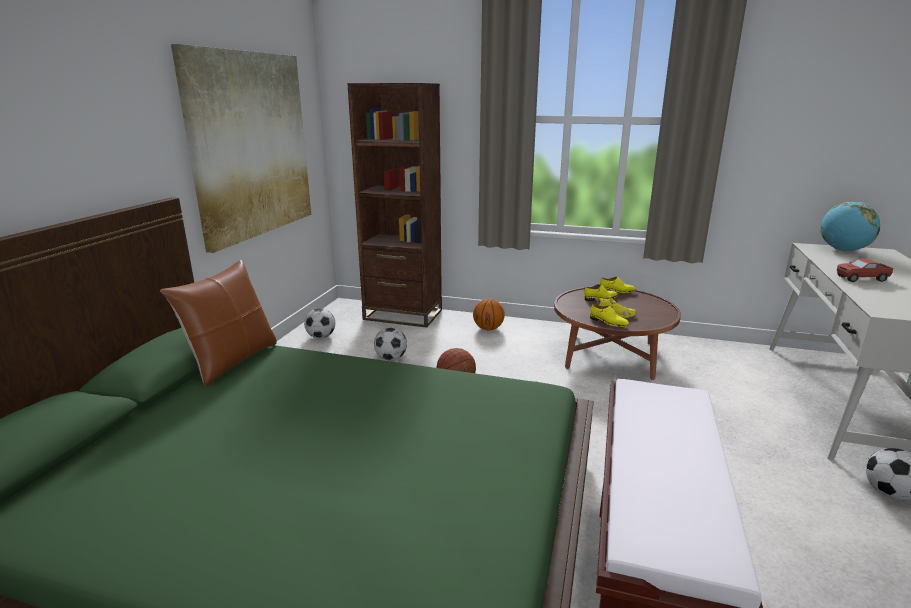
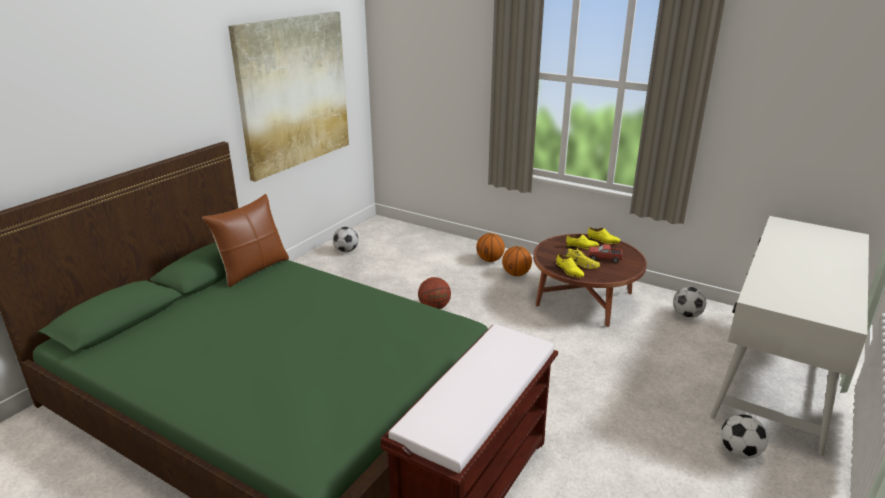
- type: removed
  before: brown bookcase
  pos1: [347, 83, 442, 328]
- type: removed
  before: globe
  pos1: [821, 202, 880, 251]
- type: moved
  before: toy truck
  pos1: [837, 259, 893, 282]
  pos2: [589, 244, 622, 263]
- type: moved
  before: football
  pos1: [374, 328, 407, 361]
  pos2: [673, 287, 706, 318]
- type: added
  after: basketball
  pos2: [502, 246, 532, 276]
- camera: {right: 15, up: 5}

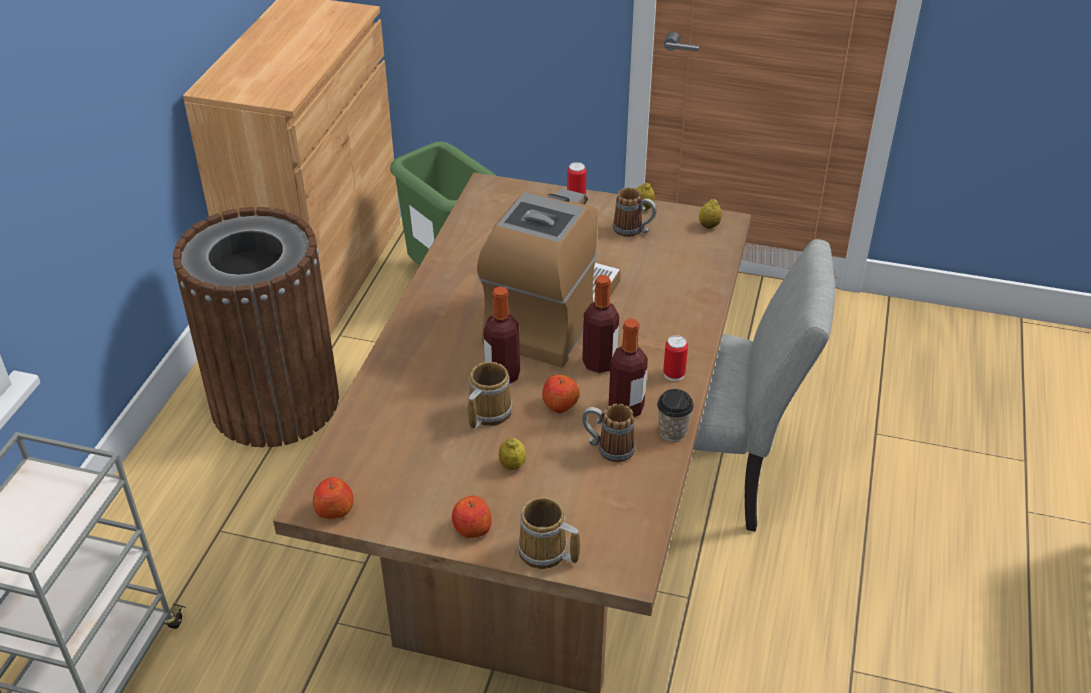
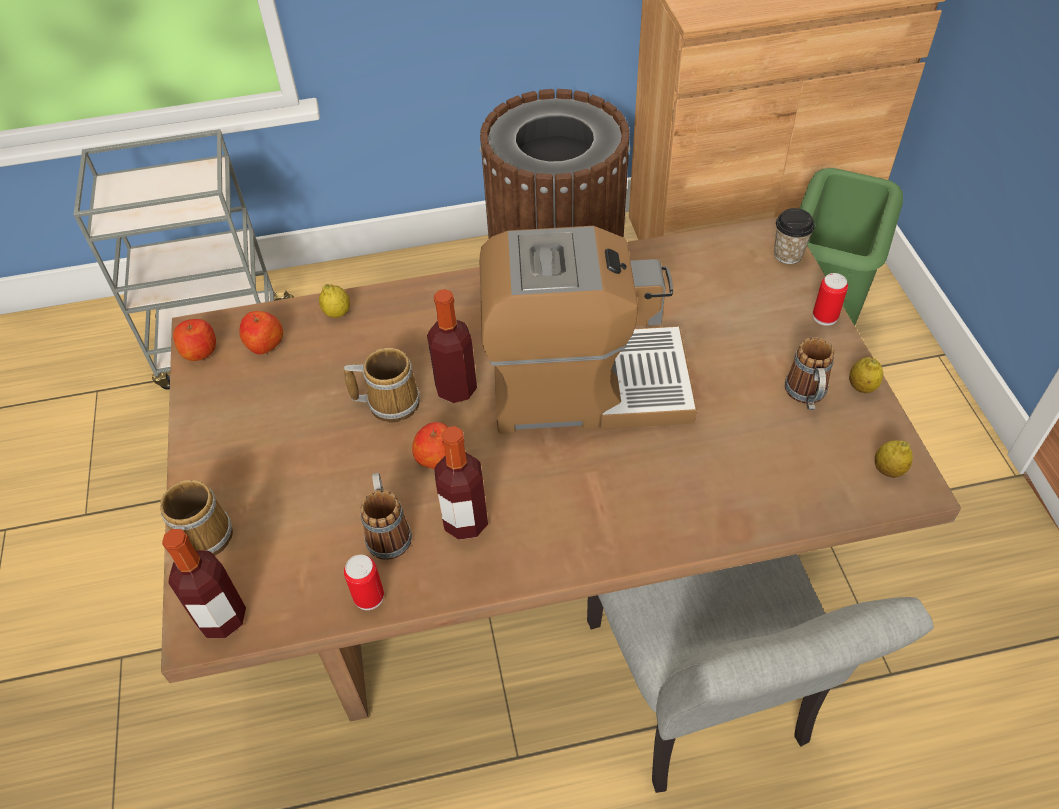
- type: moved
  before: bottle
  pos1: [582, 275, 619, 373]
  pos2: [162, 529, 246, 638]
- type: moved
  before: can
  pos1: [663, 335, 688, 381]
  pos2: [344, 555, 384, 610]
- type: moved
  before: cup
  pos1: [657, 389, 694, 441]
  pos2: [774, 208, 815, 264]
- type: moved
  before: lemon
  pos1: [499, 438, 526, 470]
  pos2: [319, 284, 350, 318]
- type: moved
  before: apple
  pos1: [452, 496, 491, 538]
  pos2: [239, 311, 283, 354]
- camera: {right: 65, up: 10}

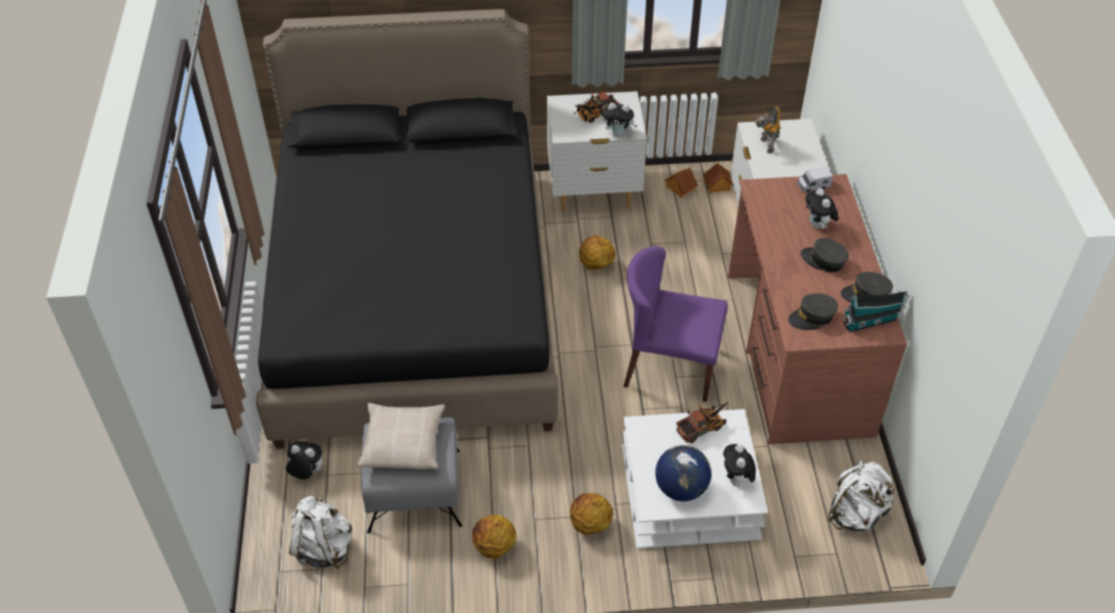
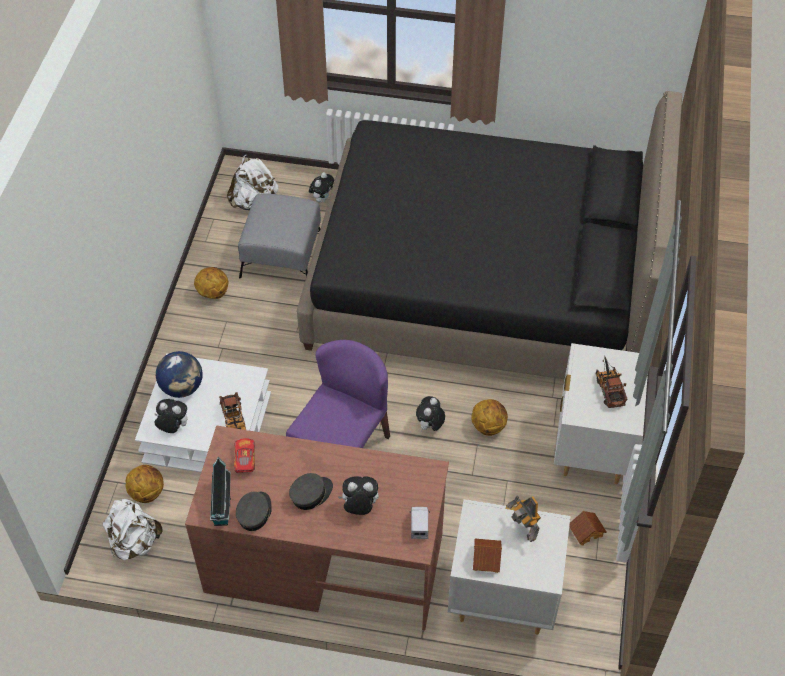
- type: moved
  before: plush toy
  pos1: [603, 103, 638, 137]
  pos2: [416, 396, 445, 432]
- type: turned
  before: toy robot
  pos1: [755, 106, 781, 154]
  pos2: [507, 496, 541, 542]
  turn: -120
- type: moved
  before: toy house
  pos1: [703, 163, 733, 193]
  pos2: [473, 539, 502, 573]
- type: replaced
  before: grey cap
  after: toy car
  pos1: [788, 293, 838, 330]
  pos2: [234, 438, 255, 473]
- type: removed
  before: beige pillow
  pos1: [357, 403, 445, 469]
- type: moved
  before: basketball
  pos1: [570, 493, 613, 535]
  pos2: [125, 465, 164, 503]
- camera: {right: 105, up: 5}

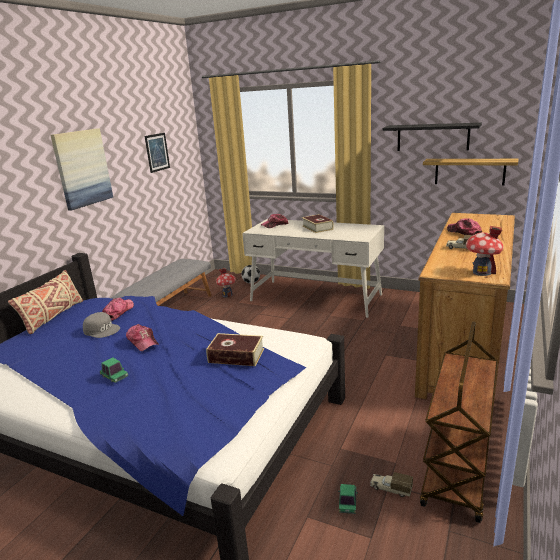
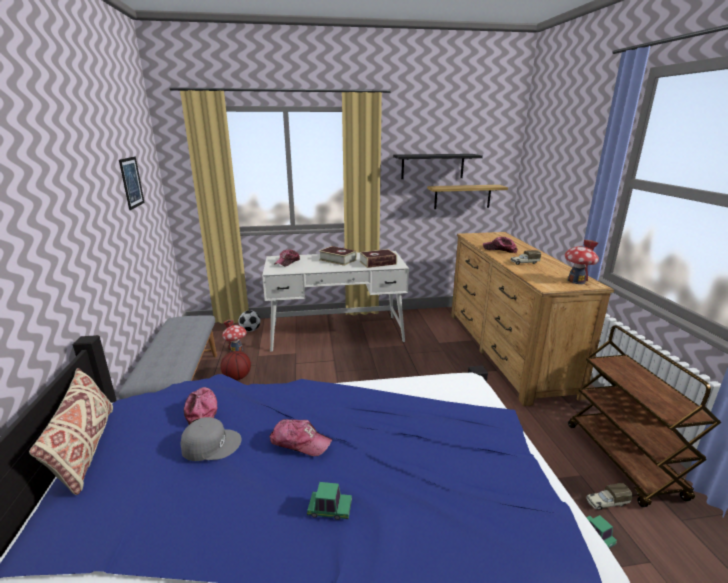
- type: removed
  before: picture
  pos1: [51, 128, 113, 211]
- type: moved
  before: book
  pos1: [206, 333, 264, 366]
  pos2: [360, 249, 397, 268]
- type: added
  after: basketball
  pos2: [220, 351, 251, 380]
- camera: {right: -35, up: 0}

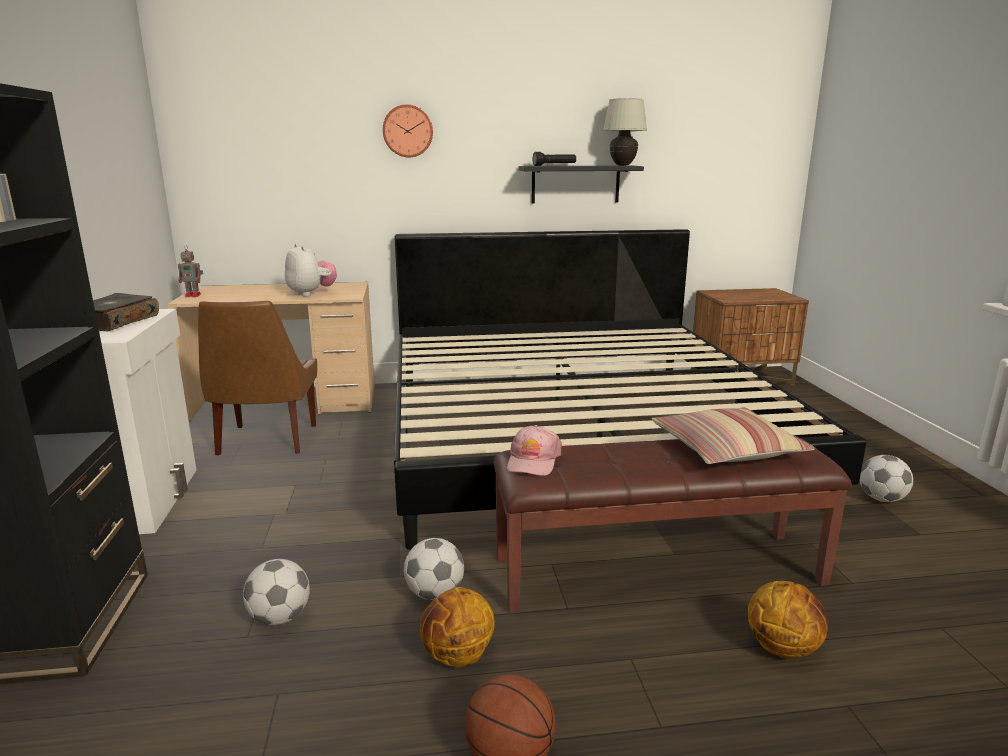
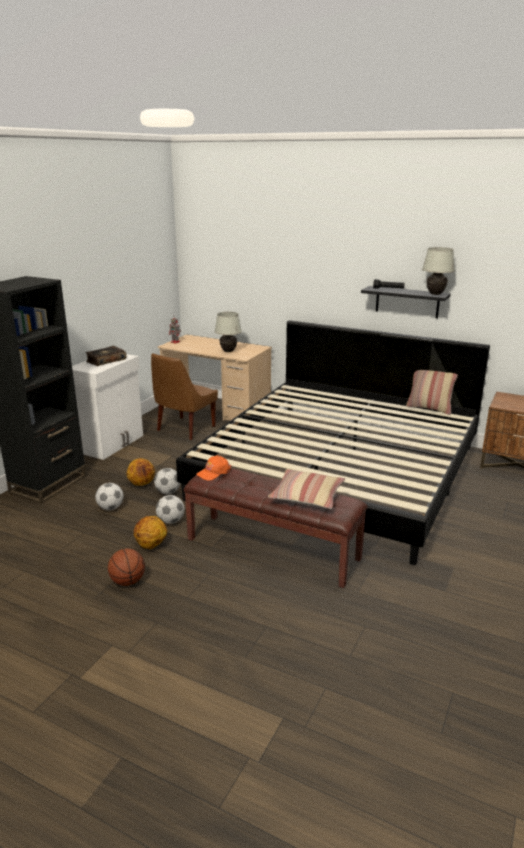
- type: removed
  before: wall clock
  pos1: [383, 104, 433, 157]
- type: replaced
  before: plush toy
  after: white table lamp
  pos1: [285, 244, 337, 296]
  pos2: [215, 312, 242, 352]
- type: recoloured
  before: pink cap
  after: orange cap
  pos1: [507, 425, 562, 476]
  pos2: [196, 456, 231, 480]
- type: moved
  before: football
  pos1: [860, 455, 913, 502]
  pos2: [154, 468, 180, 494]
- type: moved
  before: basketball
  pos1: [748, 581, 828, 659]
  pos2: [127, 458, 155, 486]
- type: added
  after: pillow
  pos2: [406, 370, 458, 415]
- camera: {right: 35, up: 5}

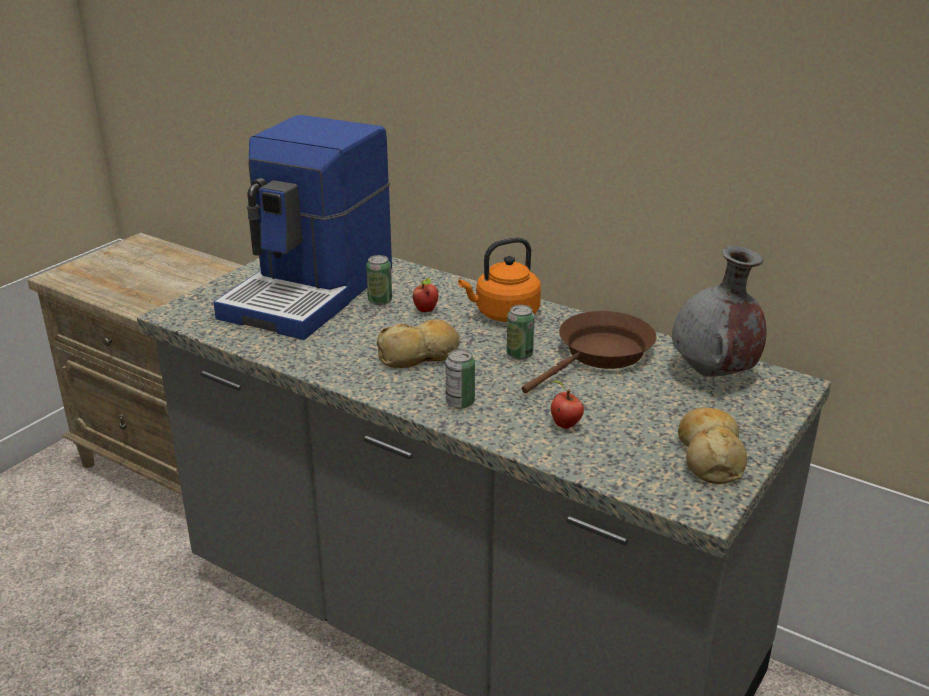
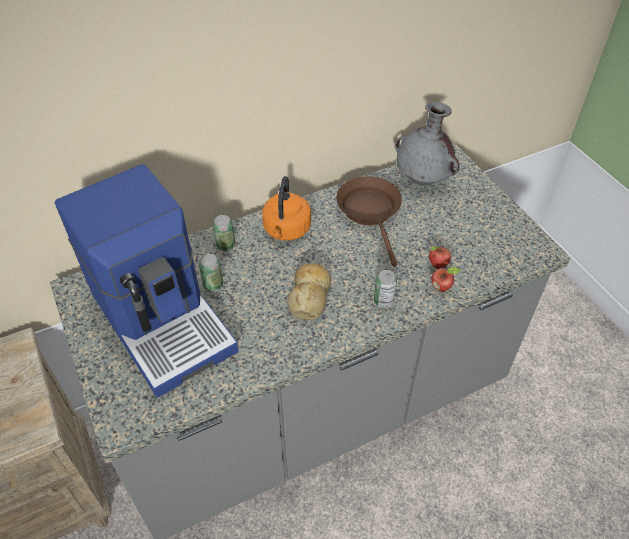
- type: moved
  before: apple
  pos1: [413, 277, 438, 312]
  pos2: [431, 267, 461, 292]
- type: moved
  before: can
  pos1: [506, 305, 535, 360]
  pos2: [213, 215, 235, 251]
- type: removed
  before: bread
  pos1: [678, 407, 747, 484]
- camera: {right: -60, up: 20}

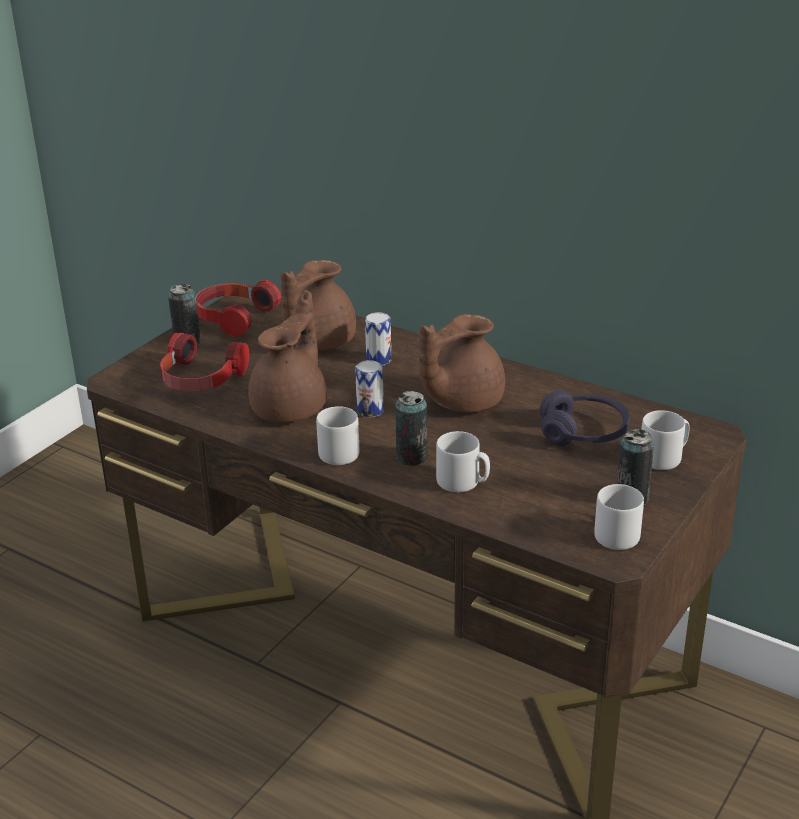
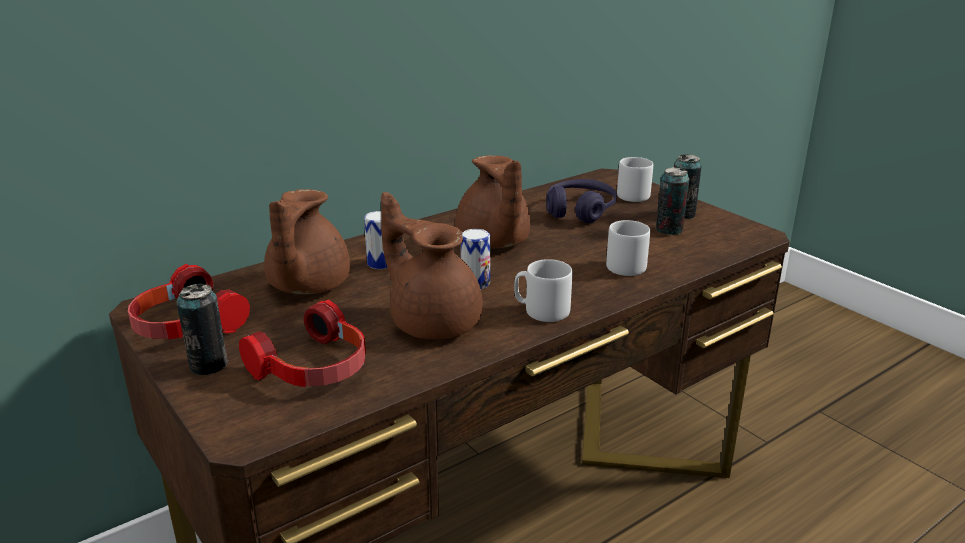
- type: turned
  before: brown teapot
  pos1: [281, 260, 356, 350]
  pos2: [264, 189, 350, 294]
  turn: 45
- type: moved
  before: can
  pos1: [395, 391, 427, 466]
  pos2: [655, 167, 689, 235]
- type: removed
  before: grey mug
  pos1: [594, 484, 644, 550]
- camera: {right: -70, up: -5}

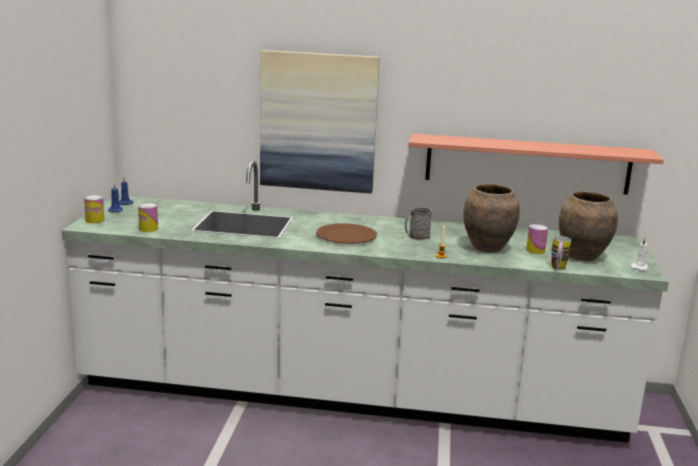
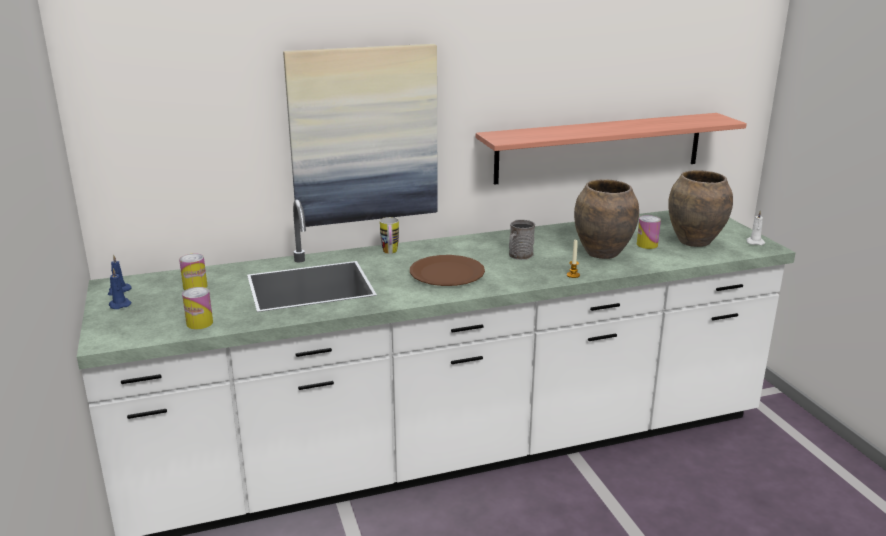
- type: moved
  before: can
  pos1: [84, 195, 105, 223]
  pos2: [179, 253, 207, 290]
- type: moved
  before: mug
  pos1: [552, 236, 571, 270]
  pos2: [380, 217, 399, 254]
- camera: {right: -25, up: 5}

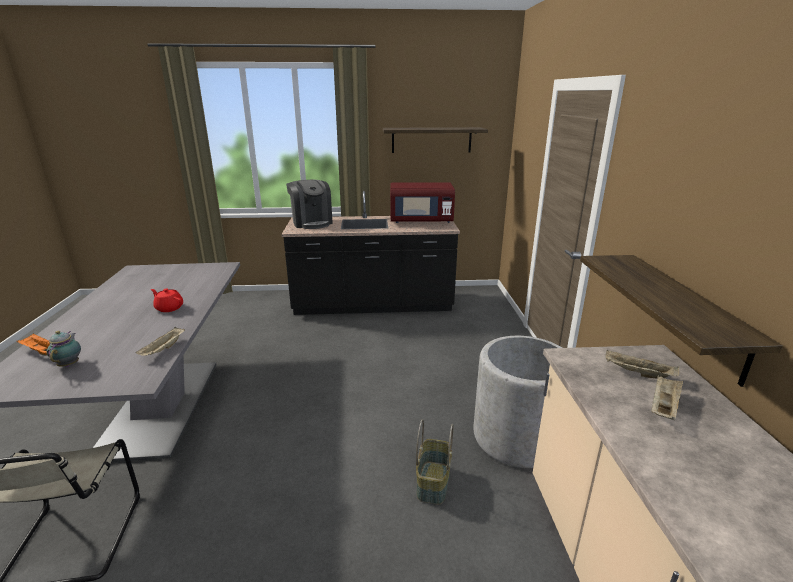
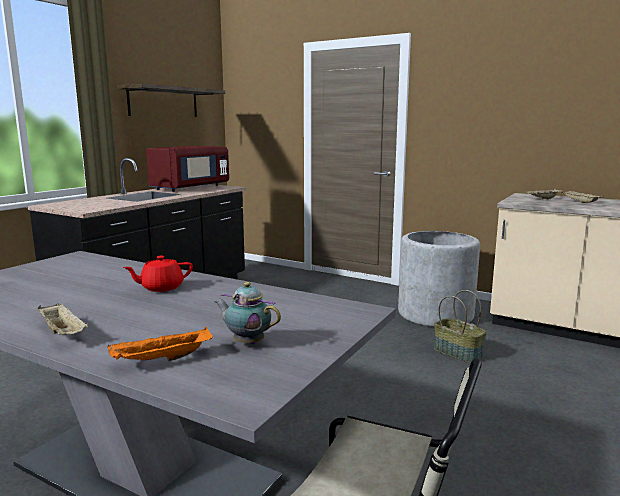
- type: removed
  before: coffee machine
  pos1: [286, 180, 333, 229]
- type: removed
  before: shelf
  pos1: [580, 255, 783, 387]
- type: moved
  before: beige tray
  pos1: [135, 327, 185, 356]
  pos2: [38, 303, 88, 335]
- camera: {right: -55, up: -10}

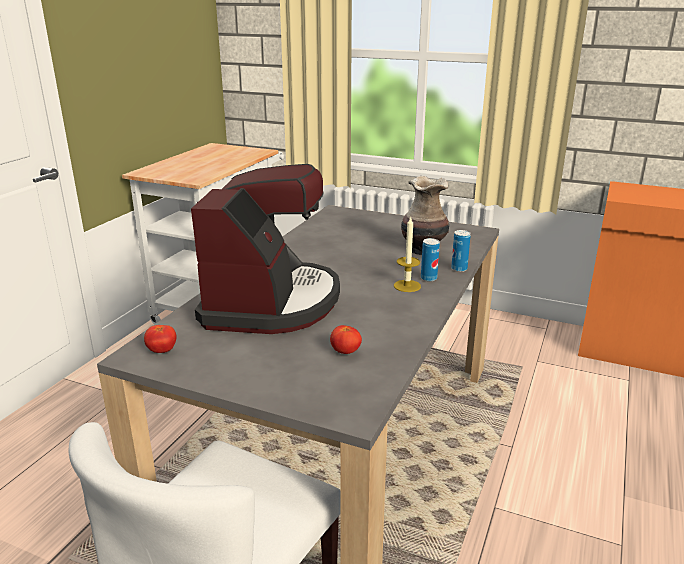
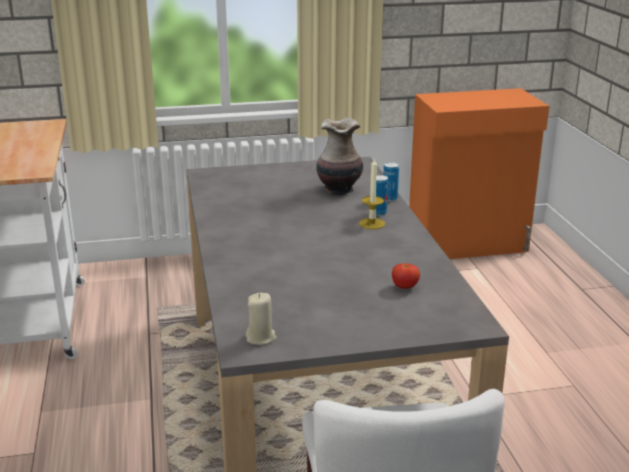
- type: removed
  before: coffee machine
  pos1: [191, 164, 340, 334]
- type: replaced
  before: tomato
  after: beige candle
  pos1: [144, 325, 177, 353]
  pos2: [246, 293, 277, 345]
- camera: {right: -35, up: 0}

